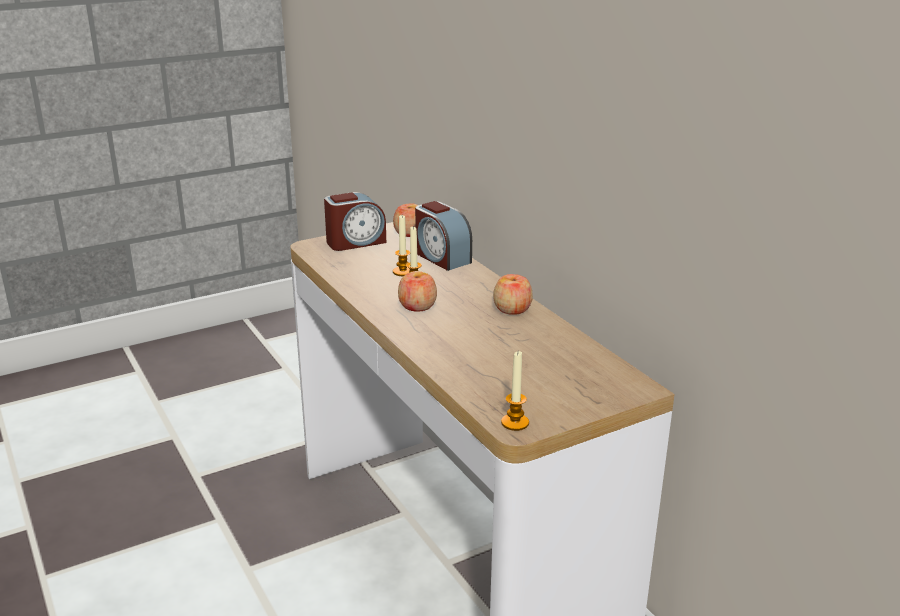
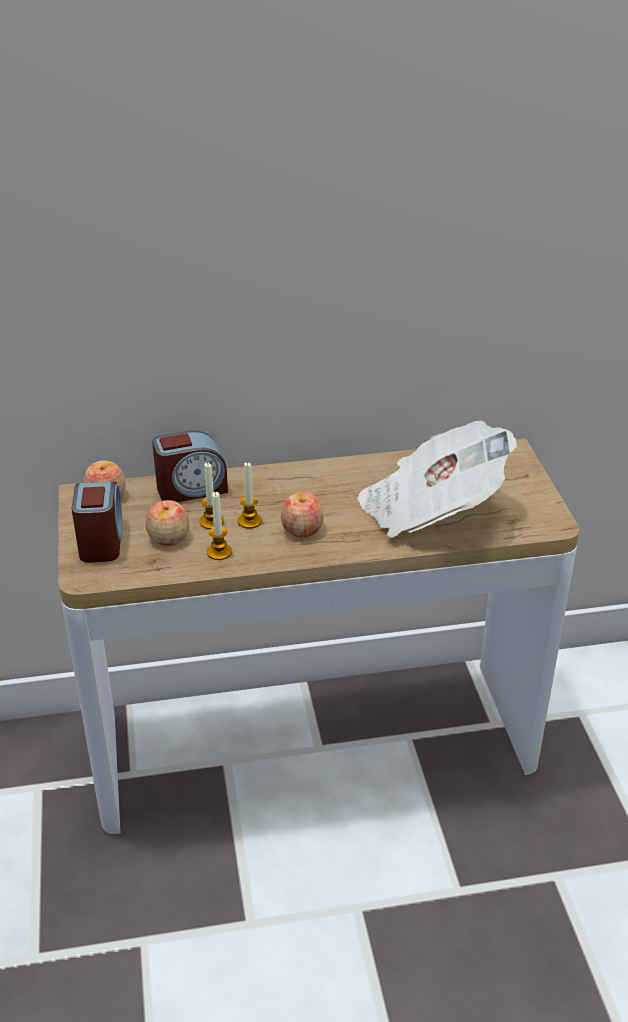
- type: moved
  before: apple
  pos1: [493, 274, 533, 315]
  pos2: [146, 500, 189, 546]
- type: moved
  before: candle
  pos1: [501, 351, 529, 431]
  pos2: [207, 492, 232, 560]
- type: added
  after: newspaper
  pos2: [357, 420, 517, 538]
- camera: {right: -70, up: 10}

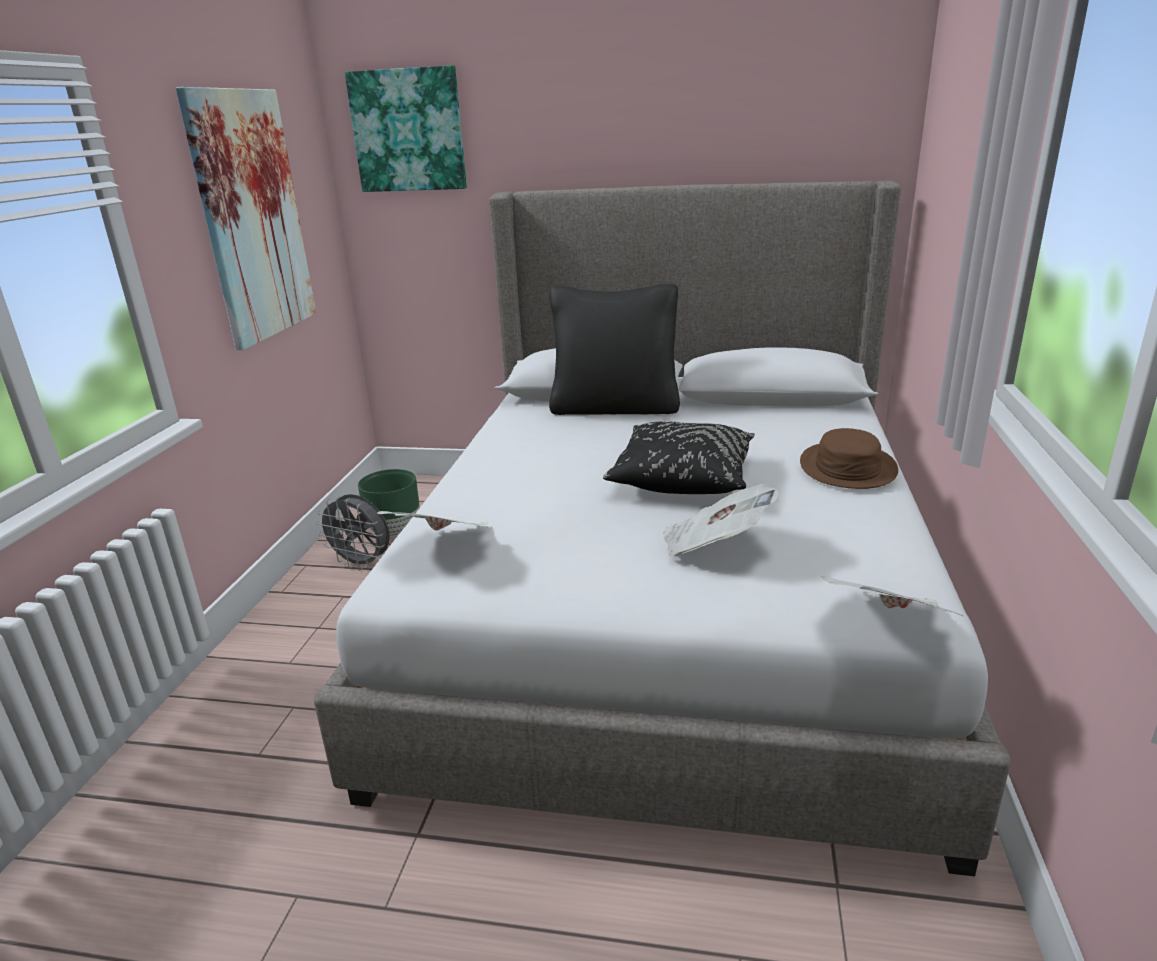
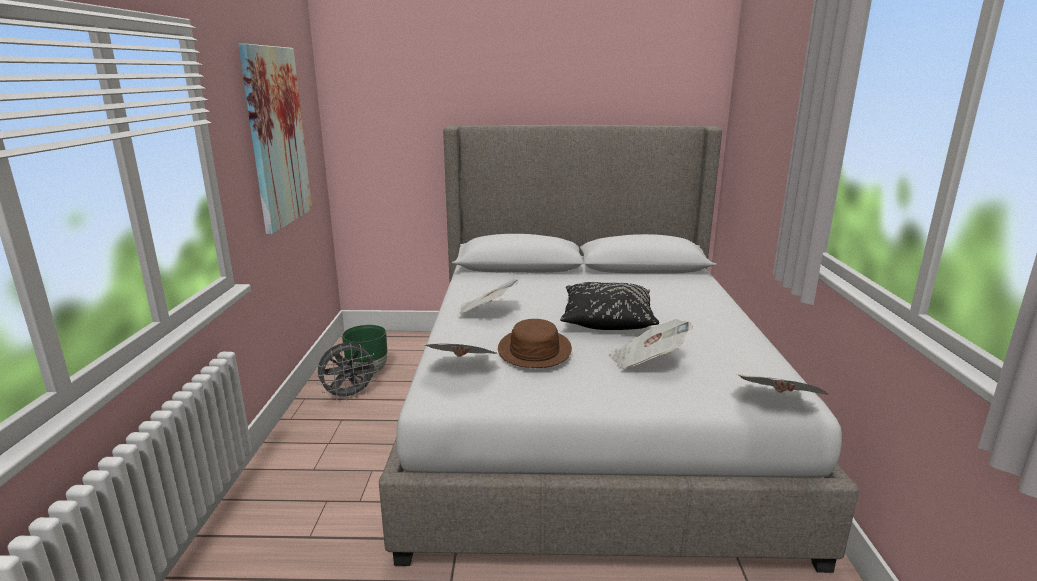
- type: removed
  before: picture
  pos1: [345, 65, 467, 192]
- type: removed
  before: black pillow
  pos1: [549, 284, 680, 415]
- type: moved
  before: brown hat
  pos1: [800, 428, 898, 489]
  pos2: [498, 319, 572, 368]
- type: turned
  before: grey fan
  pos1: [316, 494, 390, 570]
  pos2: [316, 343, 379, 401]
  turn: -45
- type: added
  after: newspaper
  pos2: [458, 279, 519, 315]
- camera: {right: -10, up: -5}

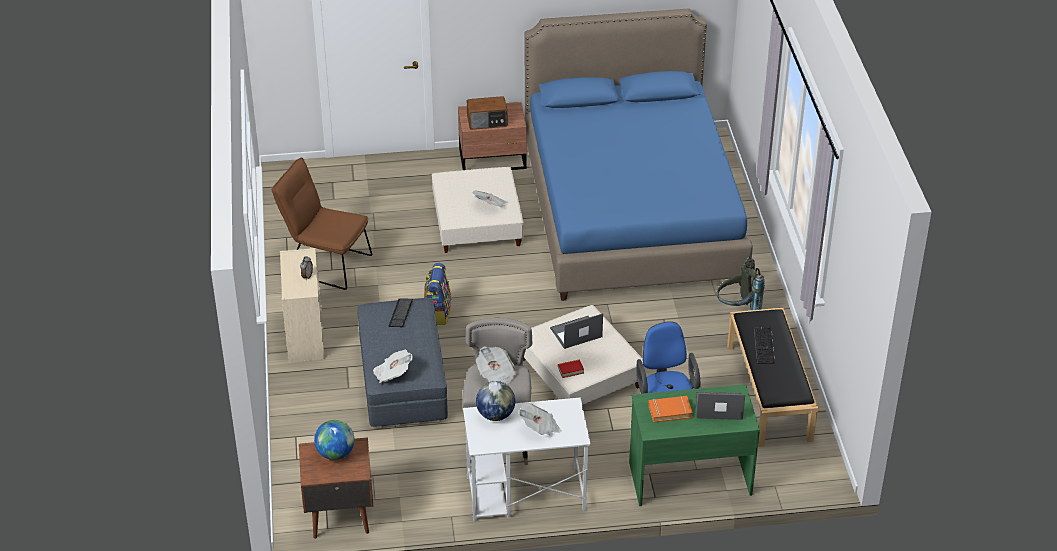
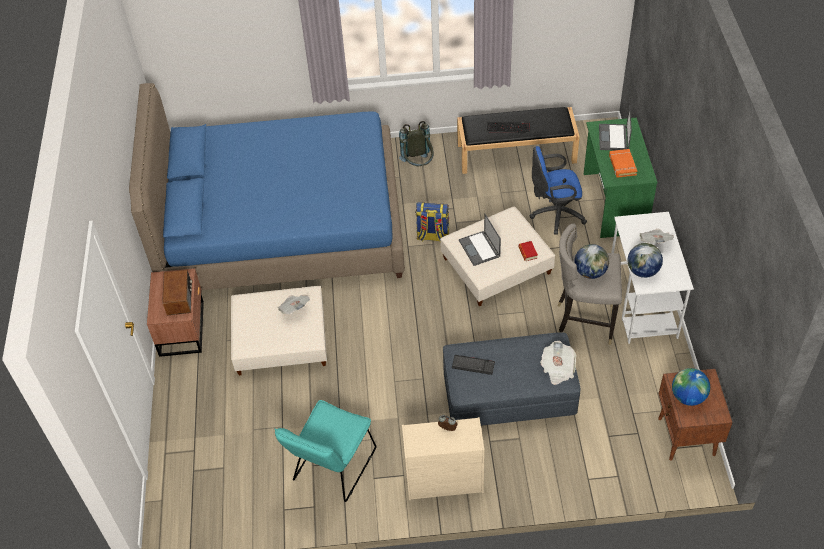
- type: recoloured
  before: brown chair
  after: turquoise chair
  pos1: [272, 158, 372, 290]
  pos2: [275, 400, 376, 502]
- type: moved
  before: backpack
  pos1: [424, 263, 452, 325]
  pos2: [416, 202, 449, 243]
- type: replaced
  before: newspaper
  after: globe
  pos1: [476, 346, 517, 386]
  pos2: [574, 244, 609, 279]
- camera: {right: -85, up: 10}

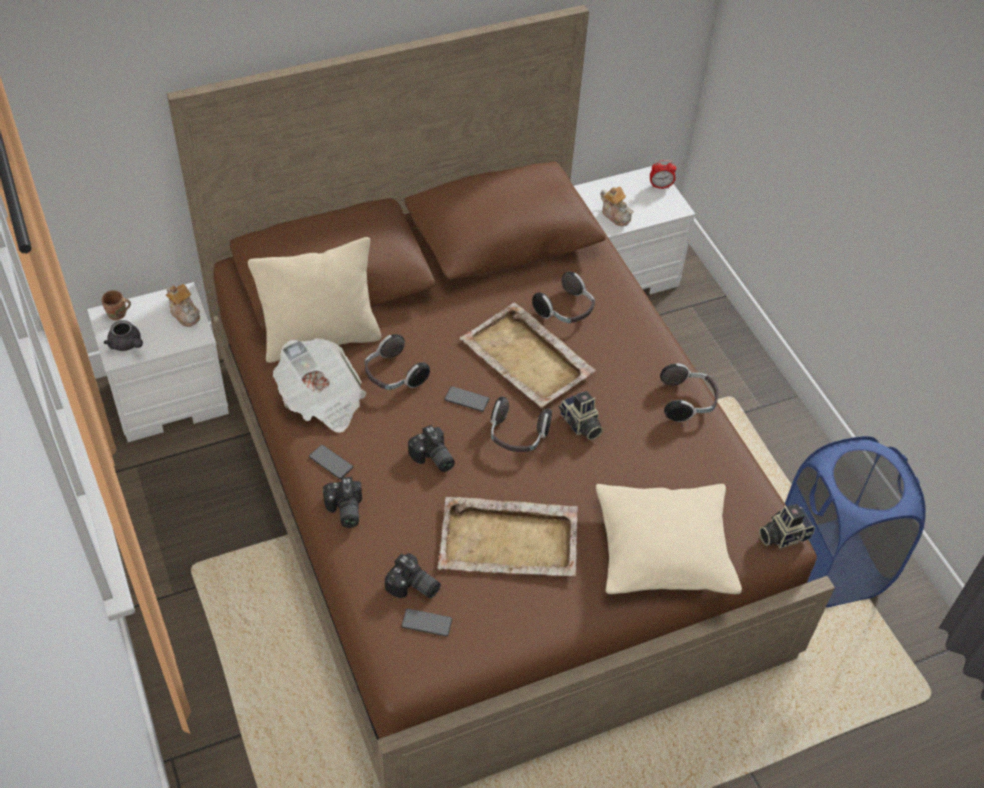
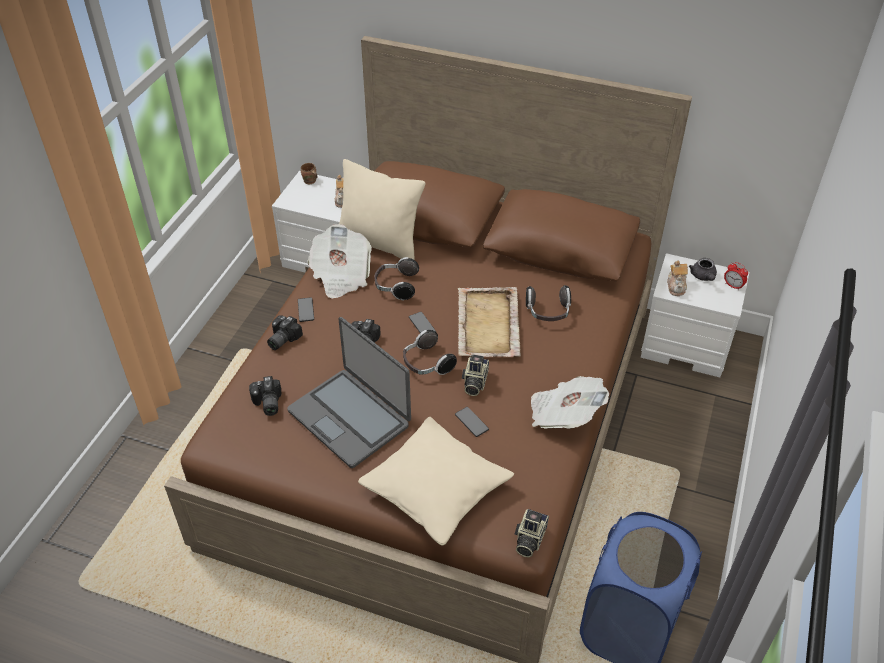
- type: moved
  before: grey teapot
  pos1: [104, 320, 143, 351]
  pos2: [689, 258, 717, 281]
- type: replaced
  before: headphones
  after: newspaper
  pos1: [660, 363, 719, 422]
  pos2: [531, 376, 609, 429]
- type: replaced
  before: beige tray
  after: laptop
  pos1: [437, 497, 578, 576]
  pos2: [287, 317, 411, 468]
- type: turned
  before: photo camera
  pos1: [759, 504, 815, 548]
  pos2: [515, 509, 549, 557]
  turn: -90
- type: moved
  before: phone
  pos1: [401, 608, 452, 637]
  pos2: [455, 407, 489, 437]
- camera: {right: 45, up: -5}

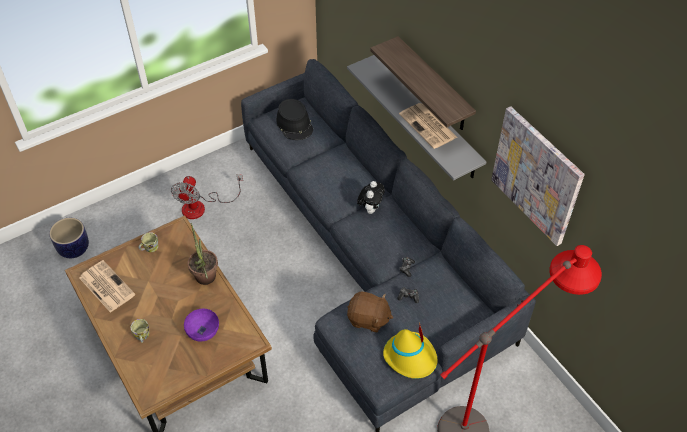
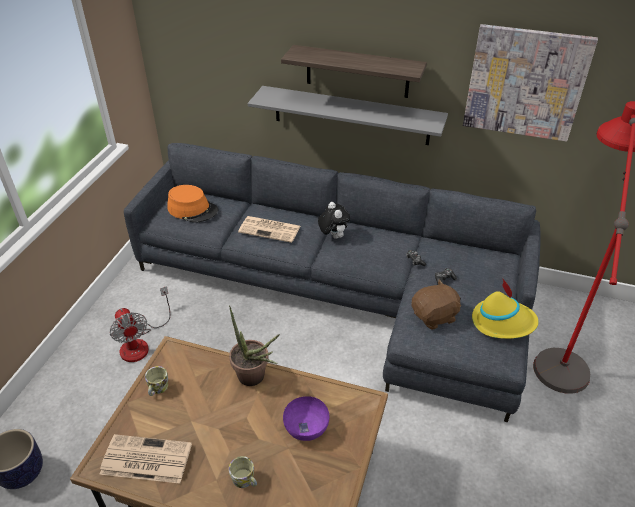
- type: recoloured
  before: black hat
  after: orange hat
  pos1: [276, 99, 313, 140]
  pos2: [168, 185, 218, 223]
- type: moved
  before: newspaper
  pos1: [399, 103, 458, 149]
  pos2: [238, 216, 300, 243]
- camera: {right: -40, up: -10}

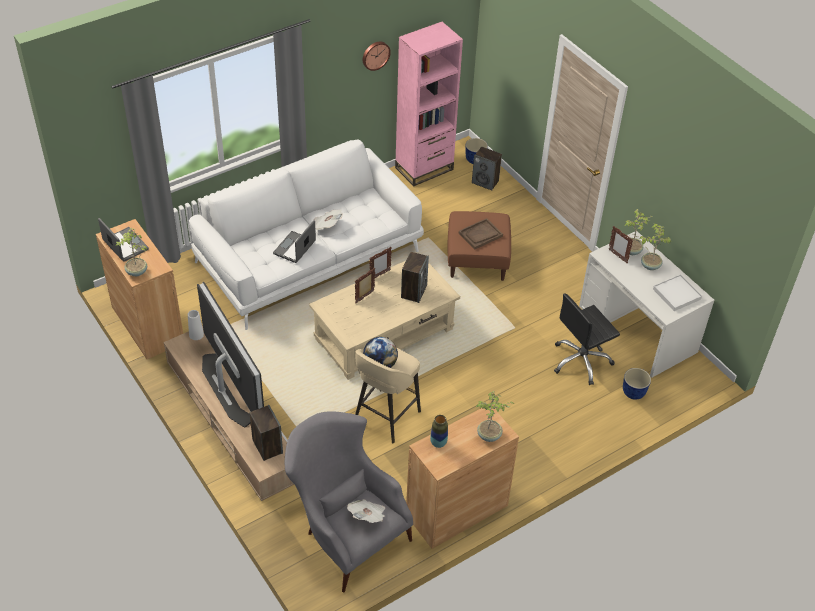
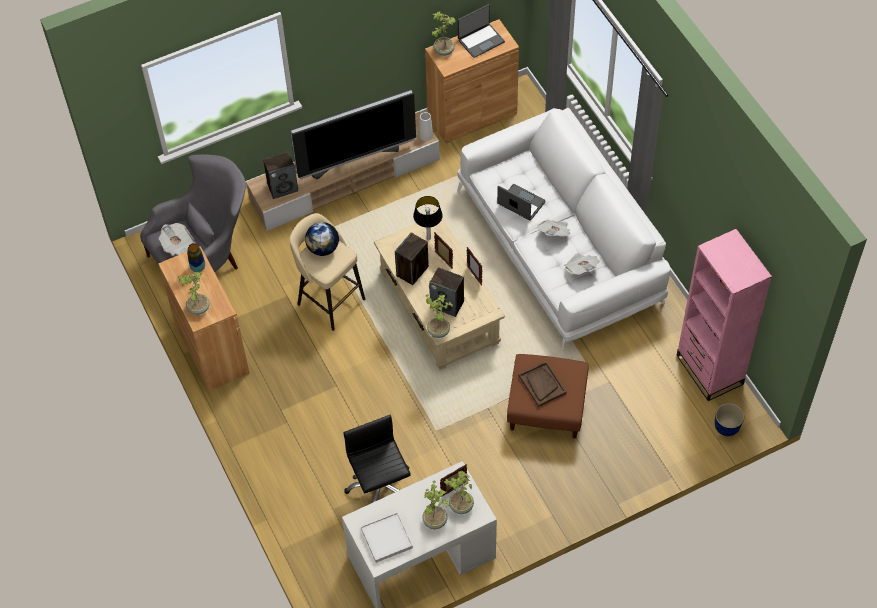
- type: removed
  before: wall clock
  pos1: [363, 42, 391, 71]
- type: moved
  before: speaker
  pos1: [472, 147, 502, 190]
  pos2: [395, 232, 429, 285]
- type: removed
  before: planter
  pos1: [623, 368, 651, 400]
- type: added
  after: table lamp
  pos2: [413, 196, 443, 240]
- type: added
  after: newspaper
  pos2: [564, 253, 600, 275]
- type: added
  after: potted plant
  pos2: [426, 295, 453, 338]
- camera: {right: 100, up: 10}

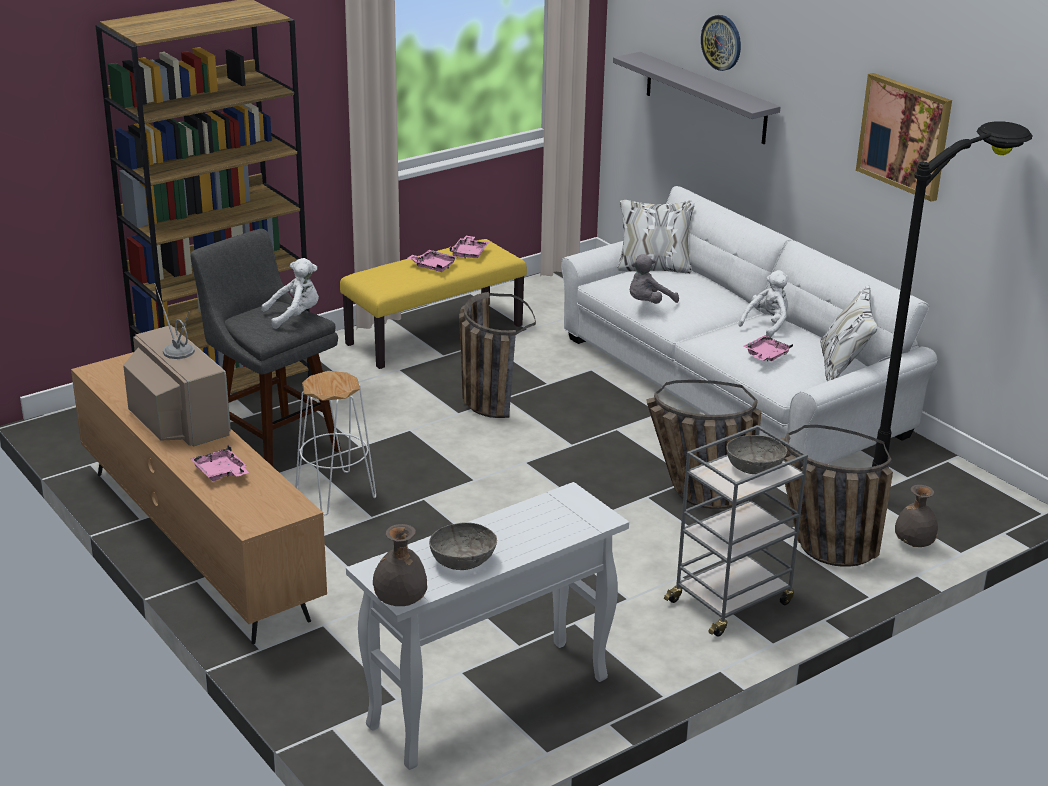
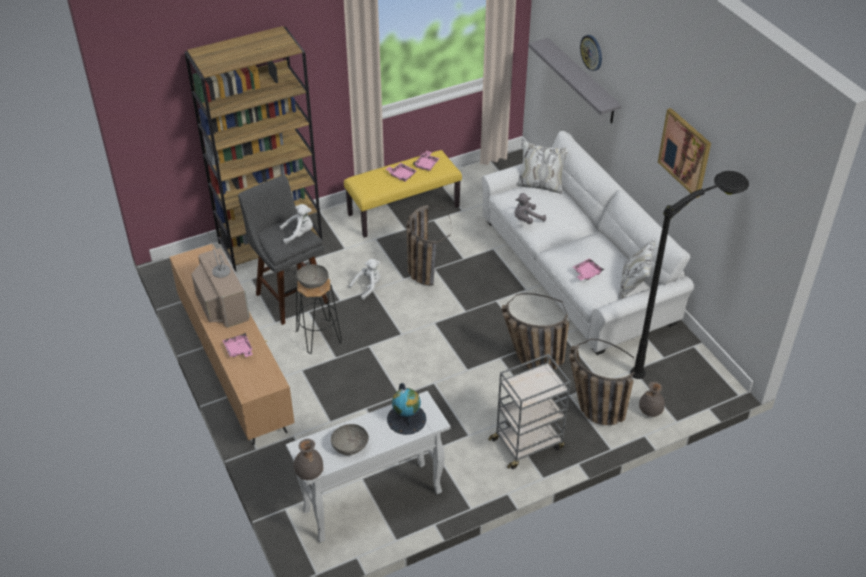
- type: moved
  before: white plush toy
  pos1: [738, 270, 789, 338]
  pos2: [349, 259, 381, 300]
- type: recoloured
  before: white stool
  after: black stool
  pos1: [295, 371, 376, 515]
  pos2: [296, 279, 342, 354]
- type: moved
  before: grey bowl
  pos1: [726, 435, 787, 474]
  pos2: [297, 264, 329, 289]
- type: added
  after: globe
  pos2: [387, 383, 426, 435]
- camera: {right: 10, up: 15}

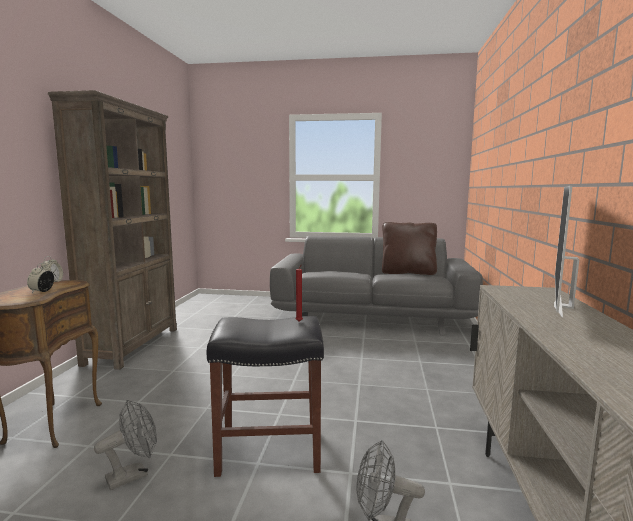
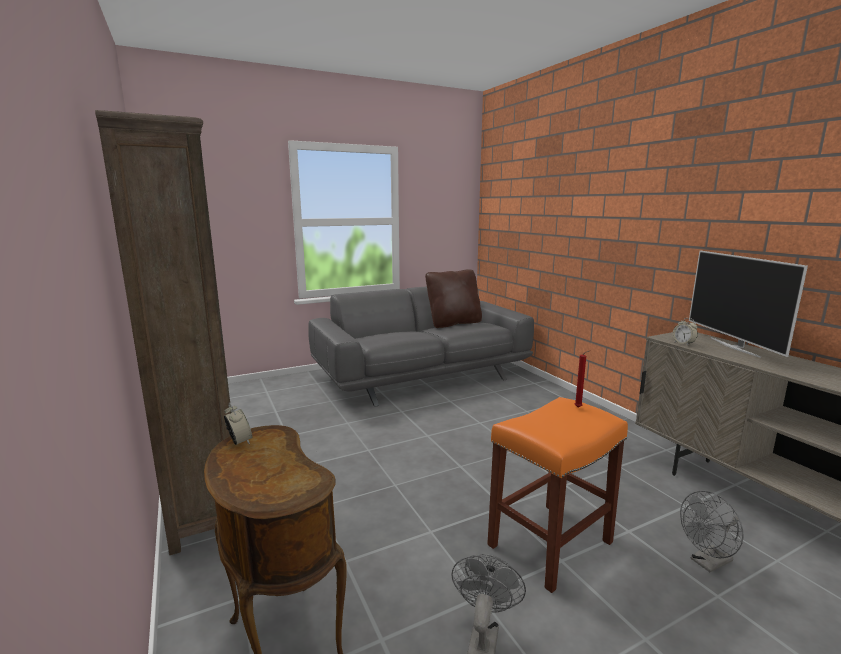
- type: moved
  before: alarm clock
  pos1: [27, 263, 54, 293]
  pos2: [673, 318, 698, 345]
- type: recoloured
  before: black stool
  after: orange stool
  pos1: [207, 316, 324, 477]
  pos2: [487, 397, 628, 593]
- camera: {right: -35, up: 5}

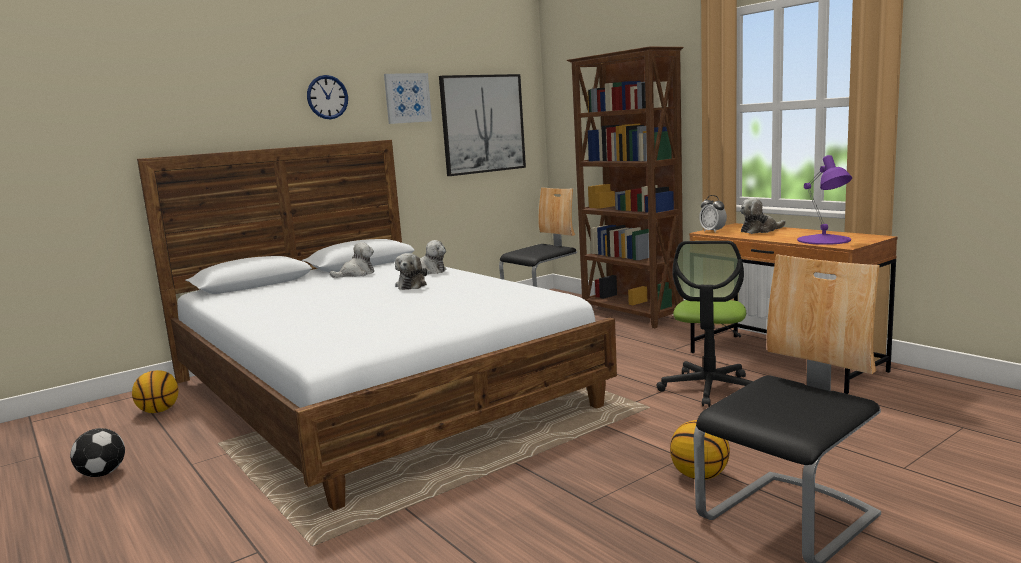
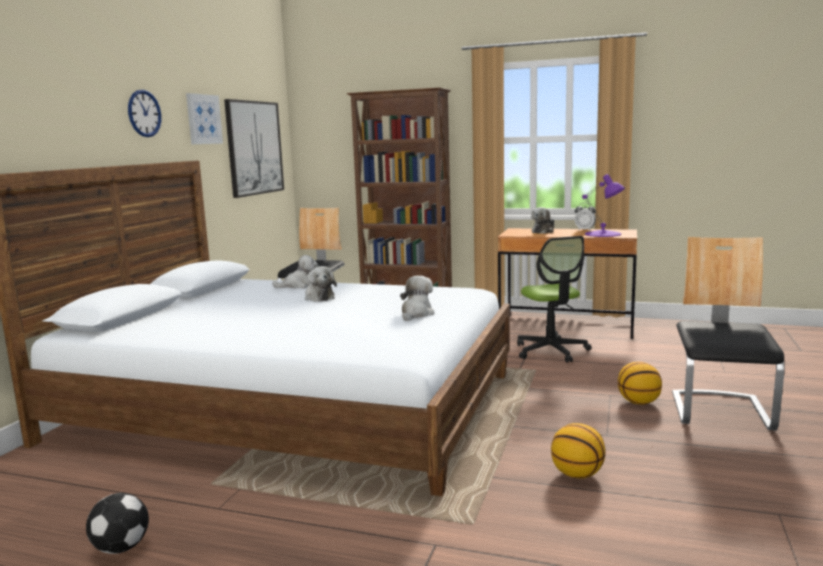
- type: moved
  before: alarm clock
  pos1: [699, 195, 727, 233]
  pos2: [574, 203, 596, 231]
- type: moved
  before: plush toy
  pos1: [330, 242, 374, 278]
  pos2: [400, 276, 434, 321]
- type: moved
  before: basketball
  pos1: [132, 370, 178, 413]
  pos2: [551, 423, 606, 479]
- camera: {right: -35, up: 0}

